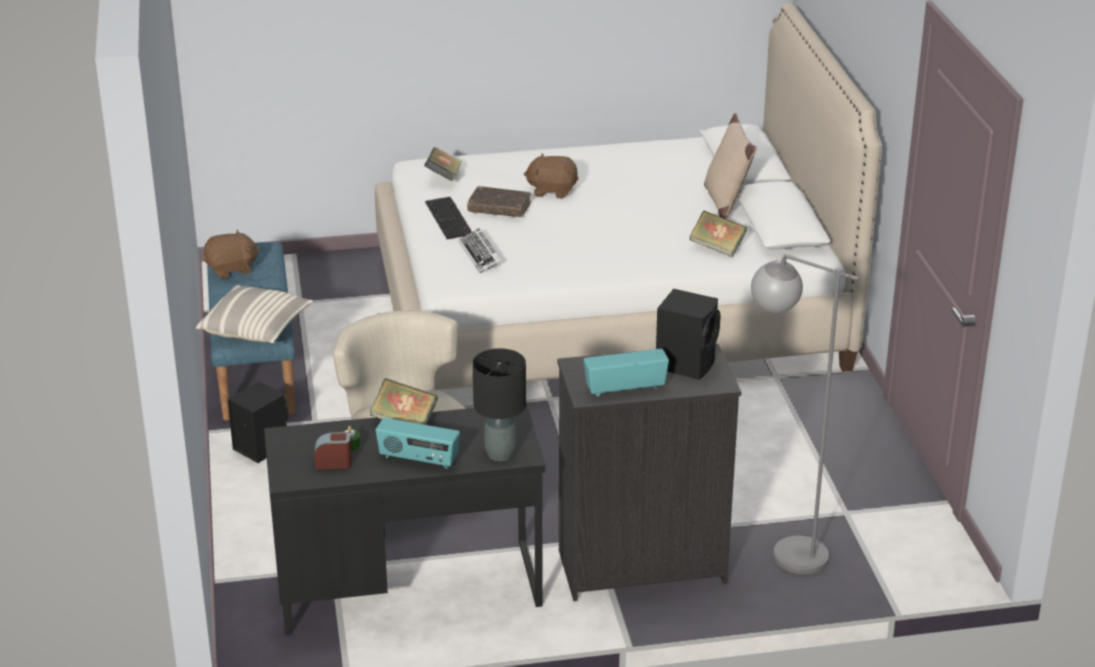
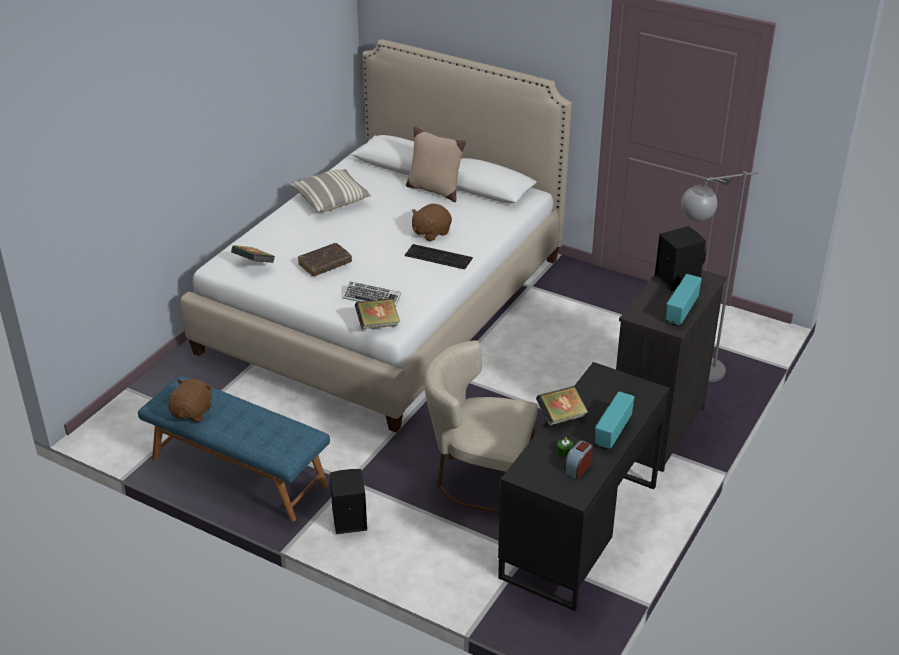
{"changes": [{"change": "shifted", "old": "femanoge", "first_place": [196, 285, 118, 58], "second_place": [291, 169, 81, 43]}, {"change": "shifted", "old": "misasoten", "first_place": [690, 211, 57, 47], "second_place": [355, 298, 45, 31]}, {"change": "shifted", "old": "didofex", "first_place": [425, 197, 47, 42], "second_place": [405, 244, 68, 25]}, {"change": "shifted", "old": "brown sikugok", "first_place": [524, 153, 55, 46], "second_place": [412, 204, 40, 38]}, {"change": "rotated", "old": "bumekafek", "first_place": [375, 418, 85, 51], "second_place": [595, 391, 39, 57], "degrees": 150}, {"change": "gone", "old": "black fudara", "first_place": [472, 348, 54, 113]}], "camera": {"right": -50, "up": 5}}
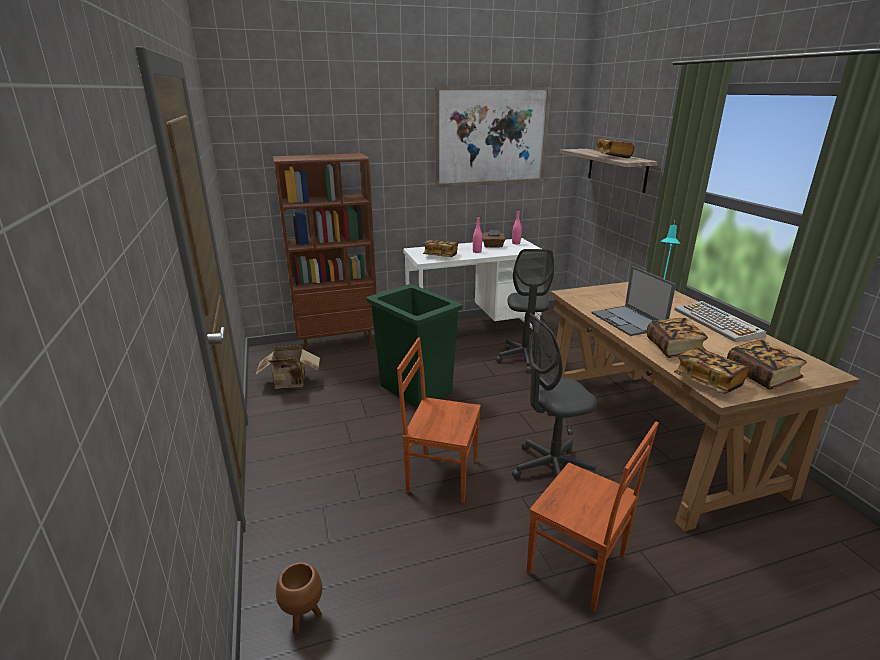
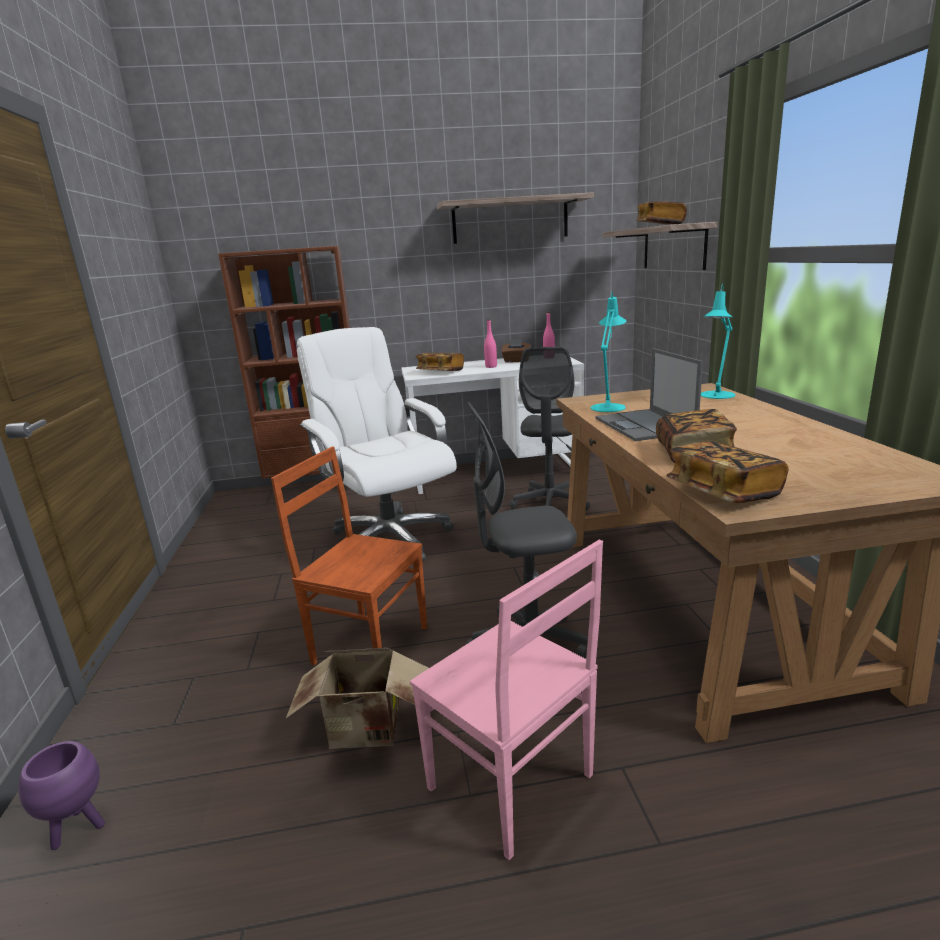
{"changes": [{"change": "repainted", "old": "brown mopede", "new": "purple mopede", "first_place": [276, 562, 46, 72], "second_place": [19, 741, 86, 109]}, {"change": "shifted", "old": "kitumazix", "first_place": [256, 345, 64, 44], "second_place": [286, 648, 143, 101]}, {"change": "swapped", "old": "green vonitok", "new": "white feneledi", "first_place": [366, 284, 96, 124], "second_place": [297, 327, 160, 234]}, {"change": "repainted", "old": "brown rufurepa", "new": "pink rufurepa", "first_place": [526, 422, 133, 190], "second_place": [410, 540, 193, 320]}, {"change": "swapped", "old": "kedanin", "new": "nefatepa", "first_place": [435, 86, 116, 101], "second_place": [437, 192, 157, 52]}, {"change": "new", "new": "turquoise fudara", "second_place": [591, 291, 35, 121]}, {"change": "gone", "old": "didofex", "first_place": [674, 301, 92, 41]}, {"change": "gone", "old": "misasoten", "first_place": [727, 340, 80, 50]}], "camera": {"right": 10, "up": -5}}
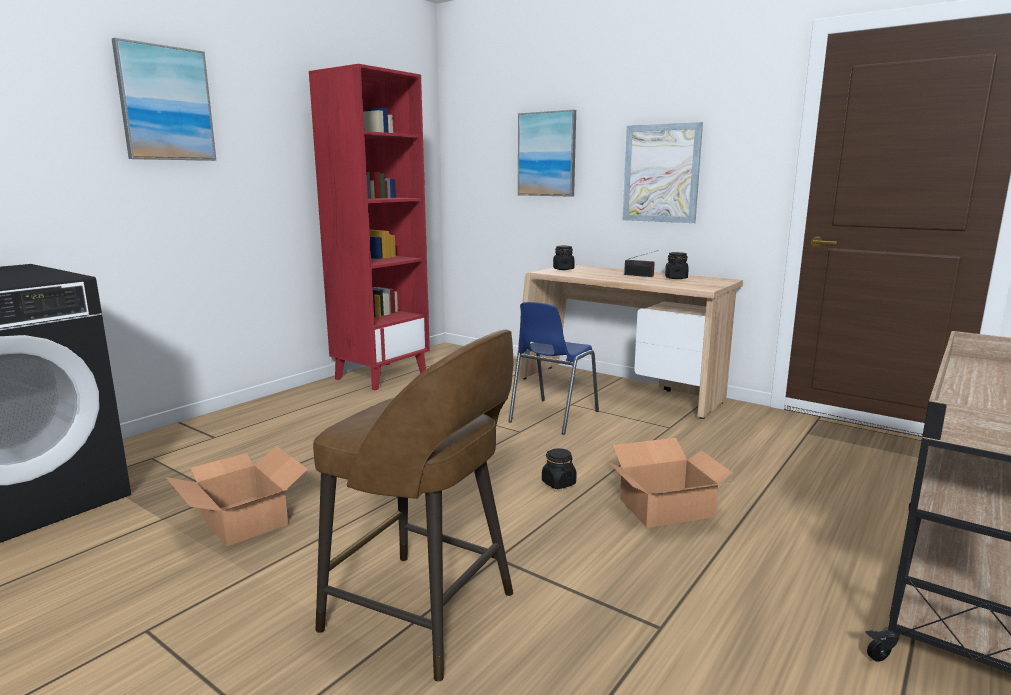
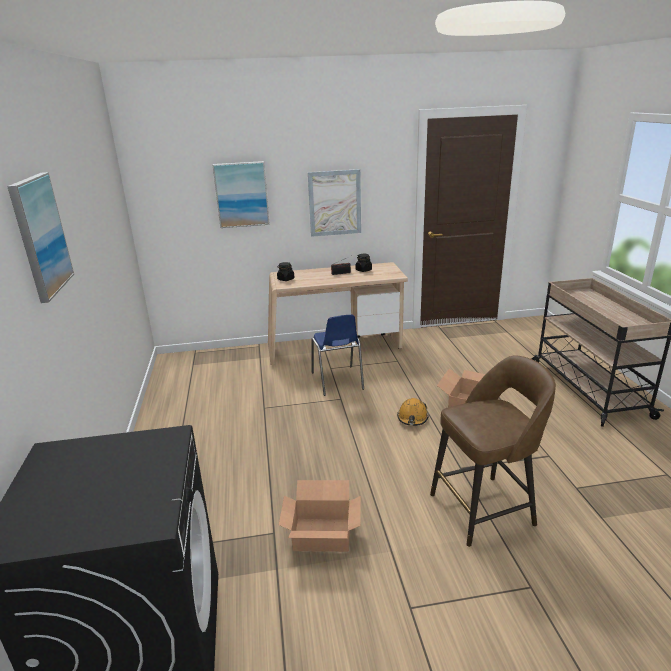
{"changes": [{"change": "swapped", "old": "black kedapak", "new": "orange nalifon", "first_place": [542, 448, 35, 41], "second_place": [397, 398, 32, 28]}, {"change": "gone", "old": "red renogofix", "first_place": [309, 64, 121, 326]}], "camera": {"right": -45, "up": 10}}
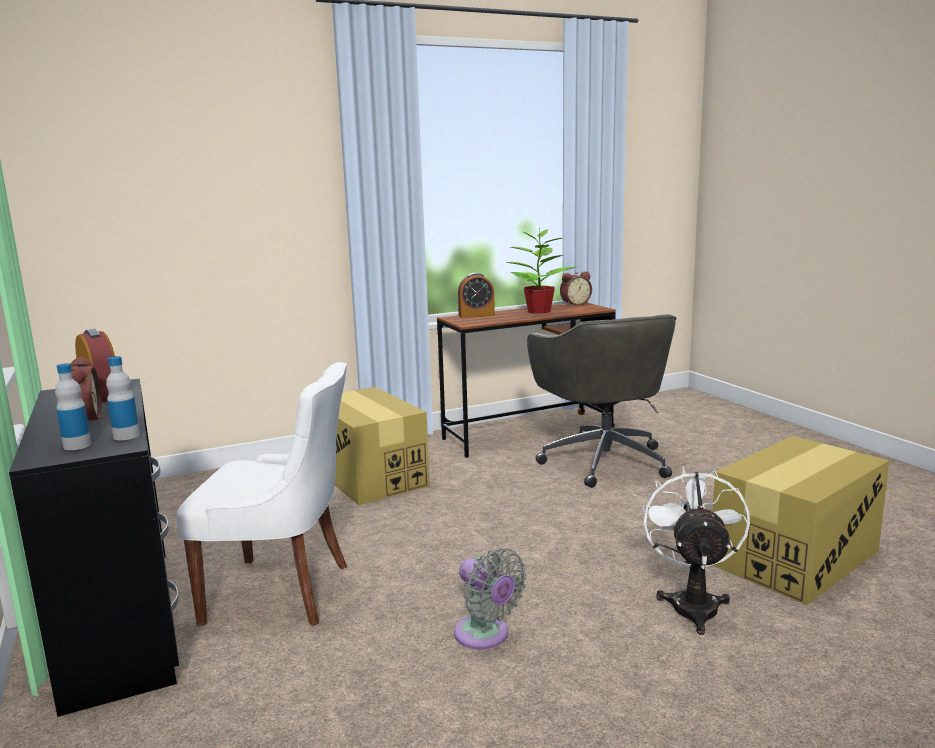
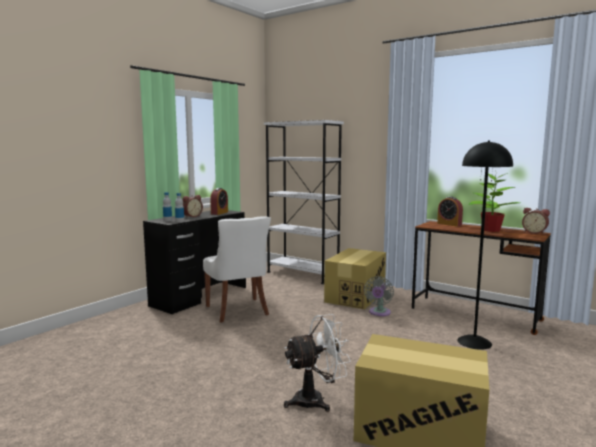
{"changes": [{"change": "new", "new": "white renogofix", "second_place": [264, 120, 80, 164]}, {"change": "shifted", "old": "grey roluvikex", "first_place": [454, 548, 73, 101], "second_place": [364, 276, 30, 40]}, {"change": "swapped", "old": "grey feneledi", "new": "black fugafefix", "first_place": [527, 314, 149, 174], "second_place": [457, 141, 56, 209]}], "camera": {"right": 60, "up": -5}}
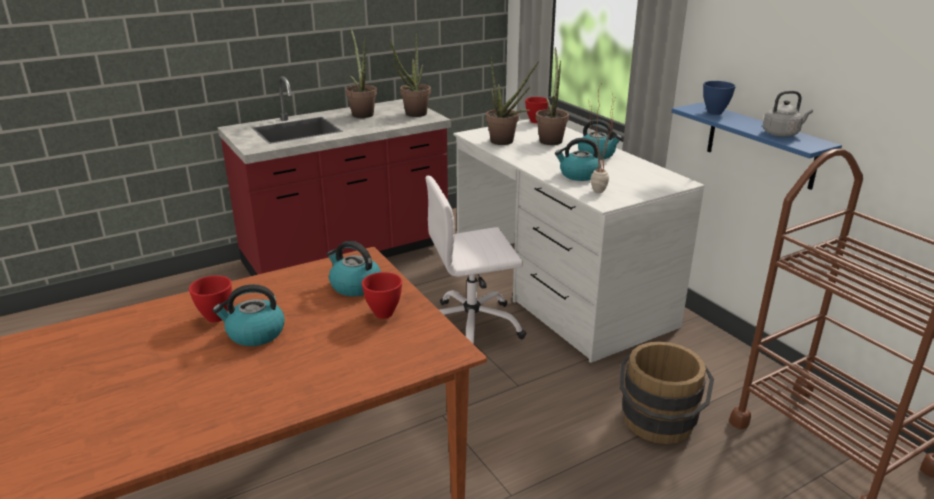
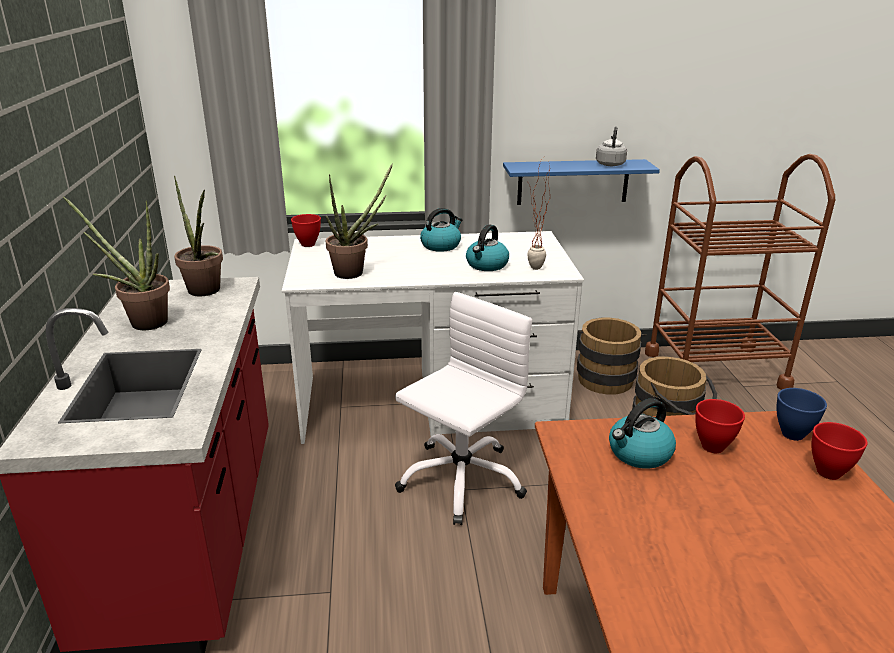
{"changes": [{"change": "rotated", "old": "white feneledi", "first_place": [425, 176, 102, 168], "second_place": [395, 292, 137, 233], "degrees": -150}, {"change": "new", "new": "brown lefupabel", "second_place": [577, 317, 69, 78]}, {"change": "shifted", "old": "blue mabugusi", "first_place": [703, 81, 33, 34], "second_place": [777, 388, 50, 53]}, {"change": "shifted", "old": "red mabugusi", "first_place": [189, 275, 43, 47], "second_place": [812, 422, 56, 58]}, {"change": "gone", "old": "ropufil", "first_place": [213, 284, 72, 62]}, {"change": "gone", "old": "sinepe", "first_place": [536, 47, 33, 98]}], "camera": {"right": -65, "up": 0}}
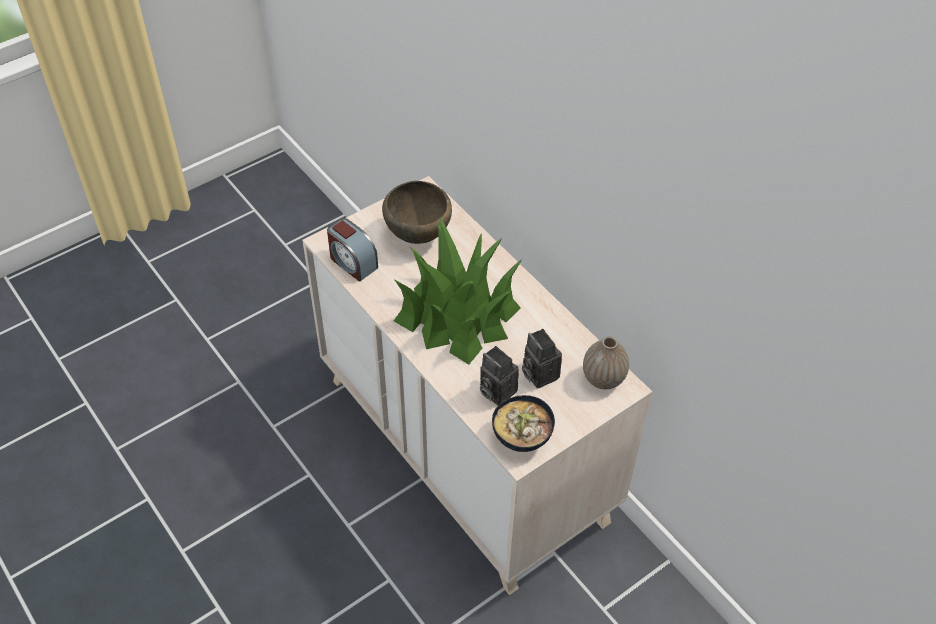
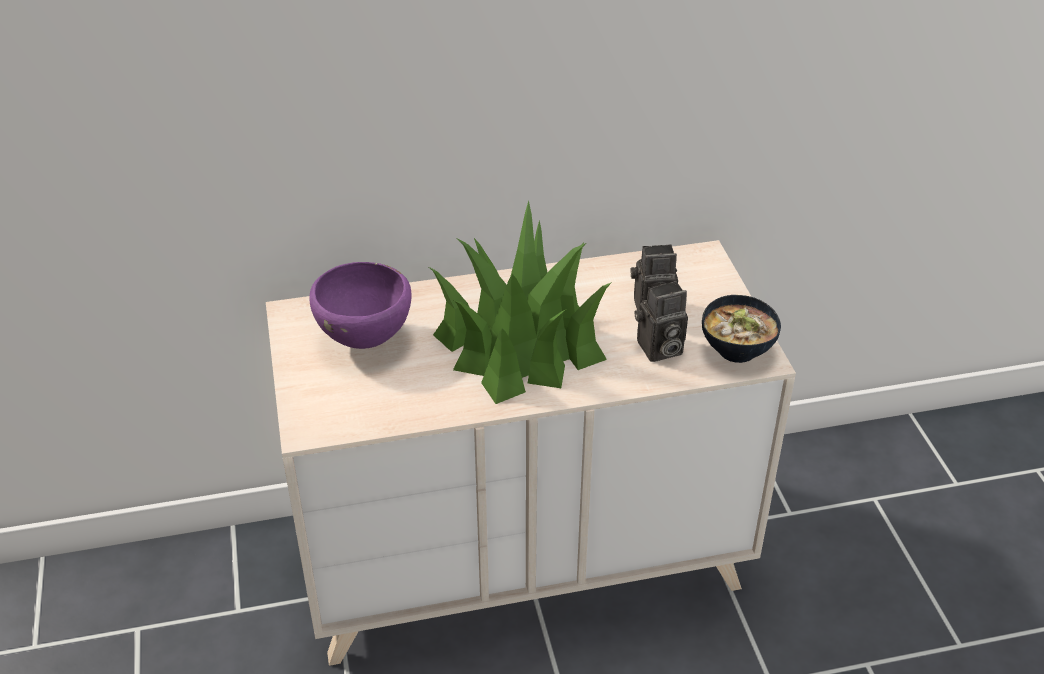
{"changes": [{"change": "repainted", "old": "brown mabugusi", "new": "purple mabugusi", "first_place": [382, 181, 70, 63], "second_place": [309, 262, 103, 87]}, {"change": "gone", "old": "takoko", "first_place": [327, 218, 51, 64]}, {"change": "gone", "old": "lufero", "first_place": [583, 336, 46, 53]}], "camera": {"right": -65, "up": -10}}
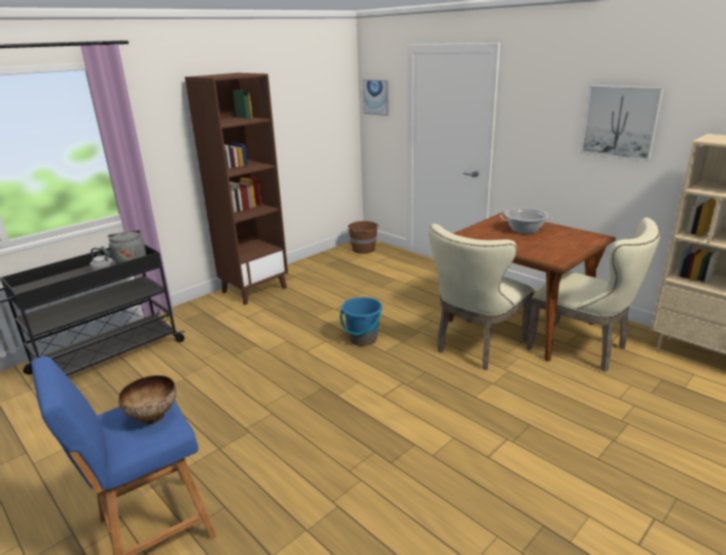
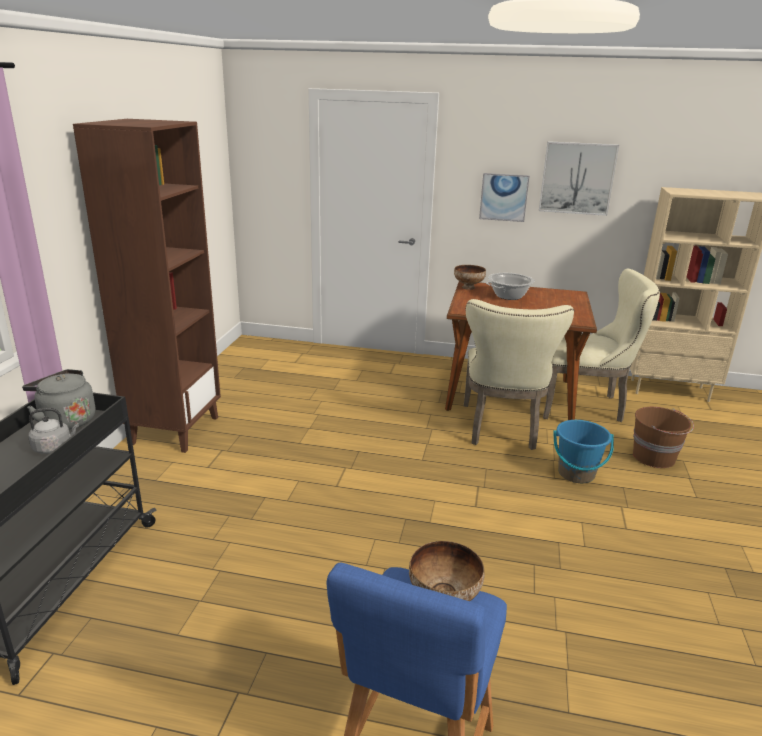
{"changes": [{"change": "new", "new": "mabugusi", "second_place": [454, 265, 32, 25]}, {"change": "shifted", "old": "kedanin", "first_place": [363, 79, 26, 37], "second_place": [479, 173, 51, 49]}, {"change": "shifted", "old": "blue lefupabel", "first_place": [340, 297, 43, 49], "second_place": [554, 420, 60, 63]}, {"change": "shifted", "old": "brown lefupabel", "first_place": [348, 221, 31, 33], "second_place": [633, 407, 61, 61]}], "camera": {"right": -35, "up": 0}}
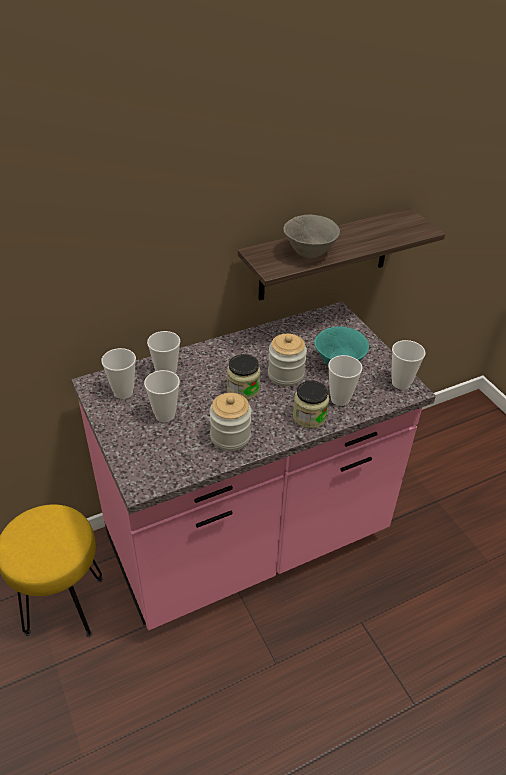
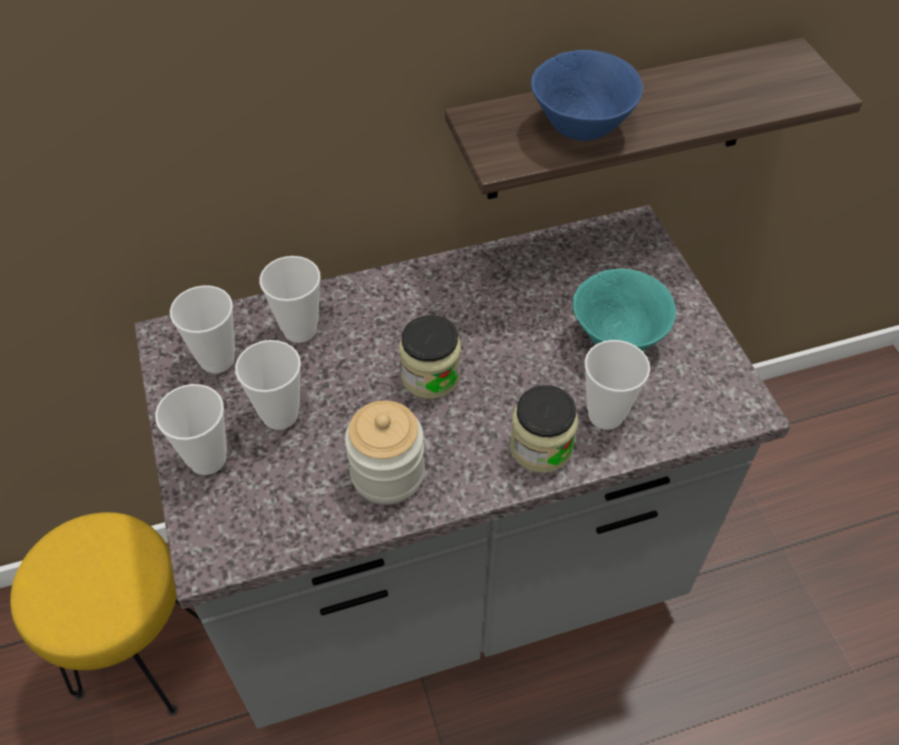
{"changes": [{"change": "repainted", "old": "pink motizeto", "new": "grey motizeto", "first_place": [72, 301, 364, 330], "second_place": [134, 205, 657, 523]}, {"change": "shifted", "old": "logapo", "first_place": [391, 340, 34, 50], "second_place": [155, 384, 72, 91]}, {"change": "repainted", "old": "grey mabugusi", "new": "blue mabugusi", "first_place": [283, 215, 57, 43], "second_place": [531, 50, 112, 91]}, {"change": "gone", "old": "kedapak", "first_place": [268, 334, 39, 53]}], "camera": {"right": 10, "up": 10}}
